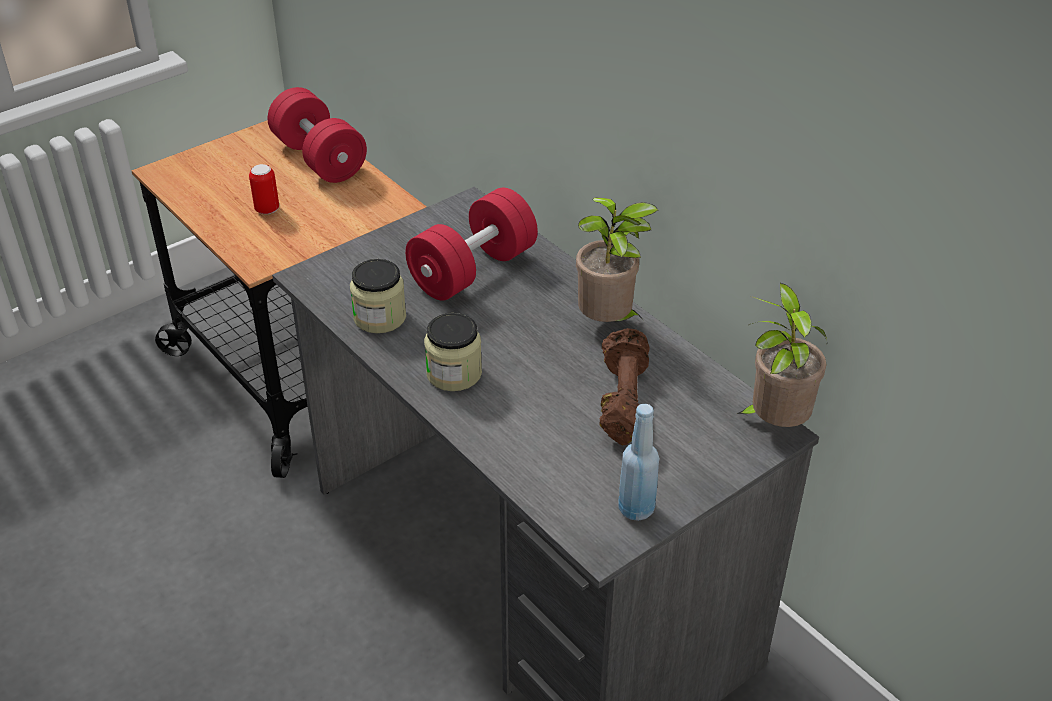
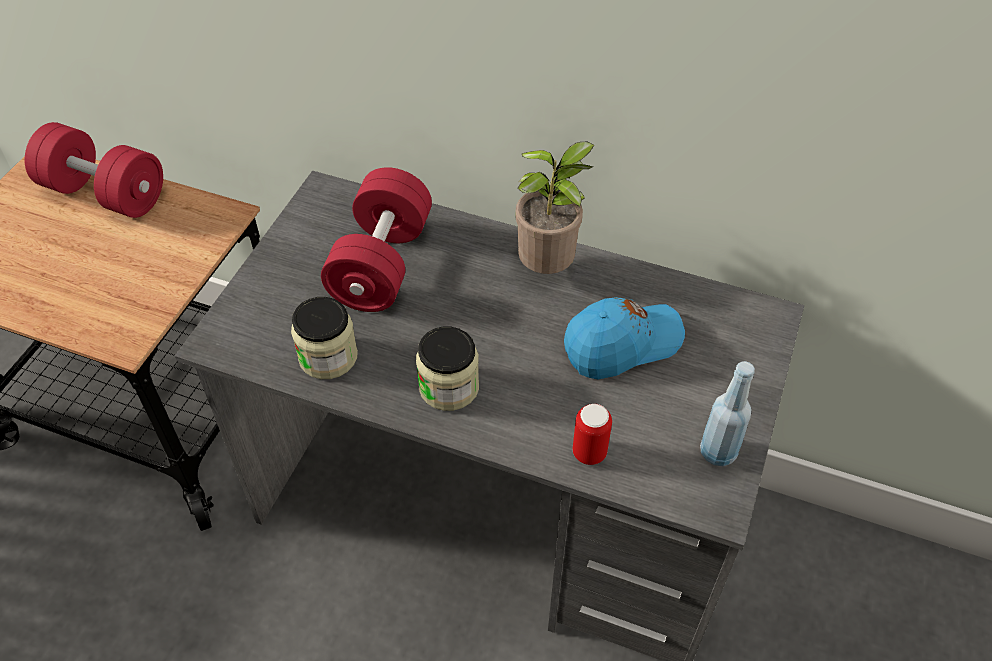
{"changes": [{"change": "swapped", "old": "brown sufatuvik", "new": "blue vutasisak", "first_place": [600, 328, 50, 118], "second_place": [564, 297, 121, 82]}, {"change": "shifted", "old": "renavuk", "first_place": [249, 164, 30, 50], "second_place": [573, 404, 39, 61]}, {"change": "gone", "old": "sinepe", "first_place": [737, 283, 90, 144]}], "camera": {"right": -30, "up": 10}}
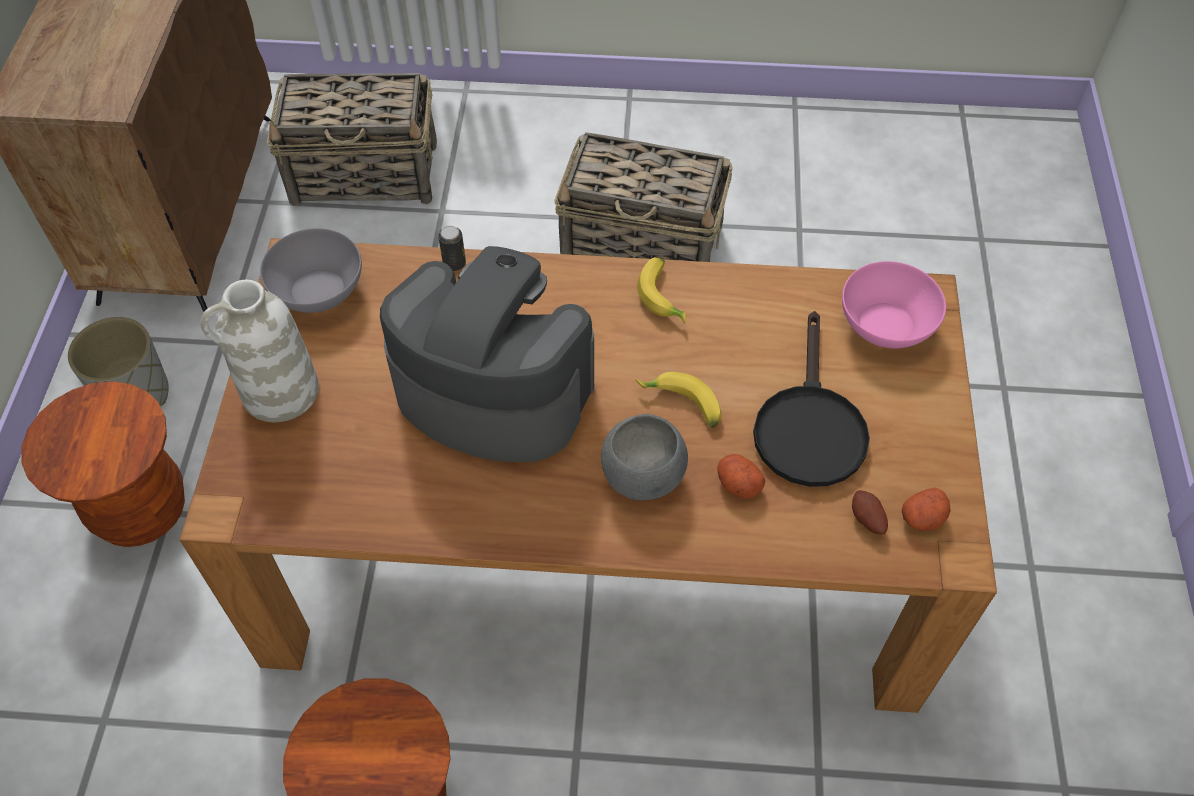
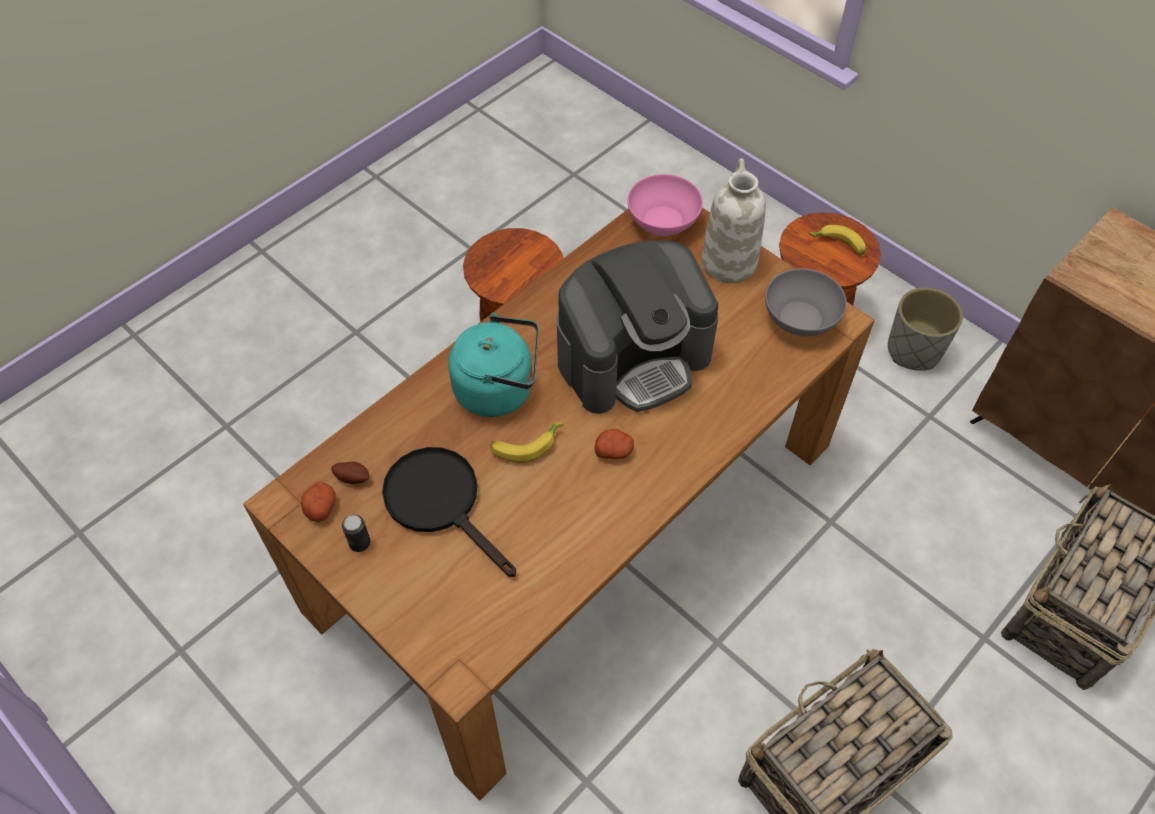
{"changes": [{"change": "shifted", "old": "renavuk", "first_place": [438, 226, 28, 45], "second_place": [342, 514, 29, 38]}, {"change": "swapped", "old": "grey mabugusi", "new": "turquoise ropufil", "first_place": [601, 414, 87, 86], "second_place": [448, 313, 91, 104]}, {"change": "shifted", "old": "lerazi", "first_place": [717, 454, 48, 45], "second_place": [595, 429, 39, 31]}, {"change": "shifted", "old": "pink mabugusi", "first_place": [842, 261, 104, 87], "second_place": [627, 174, 76, 62]}, {"change": "shifted", "old": "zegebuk", "first_place": [637, 257, 49, 66], "second_place": [808, 225, 58, 31]}], "camera": {"right": 130, "up": 0}}
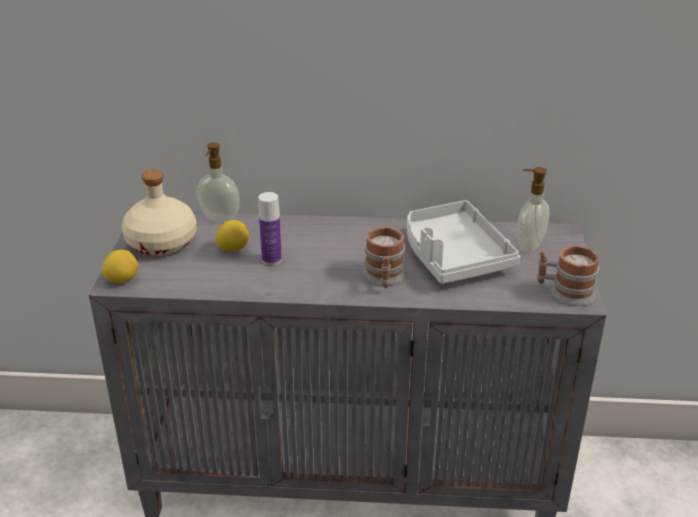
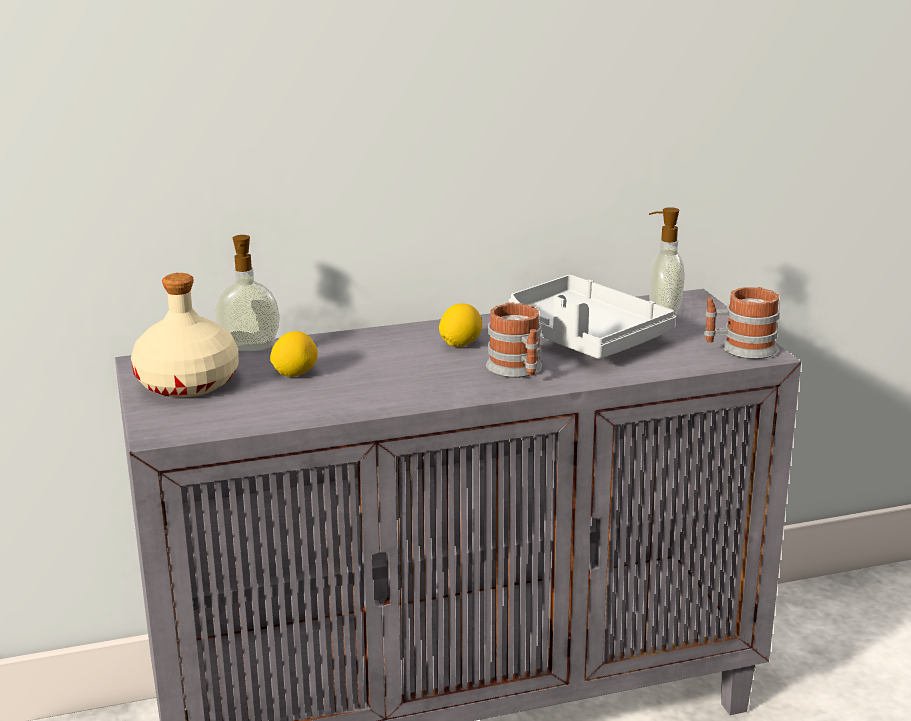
{"changes": [{"change": "shifted", "old": "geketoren", "first_place": [102, 249, 36, 34], "second_place": [439, 303, 43, 44]}, {"change": "gone", "old": "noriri", "first_place": [258, 192, 24, 73]}], "camera": {"right": -20, "up": -10}}
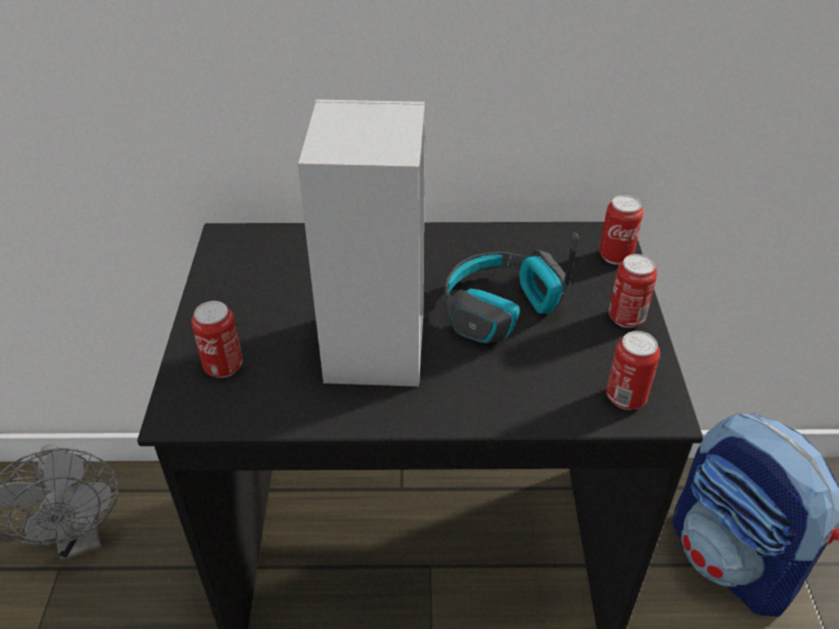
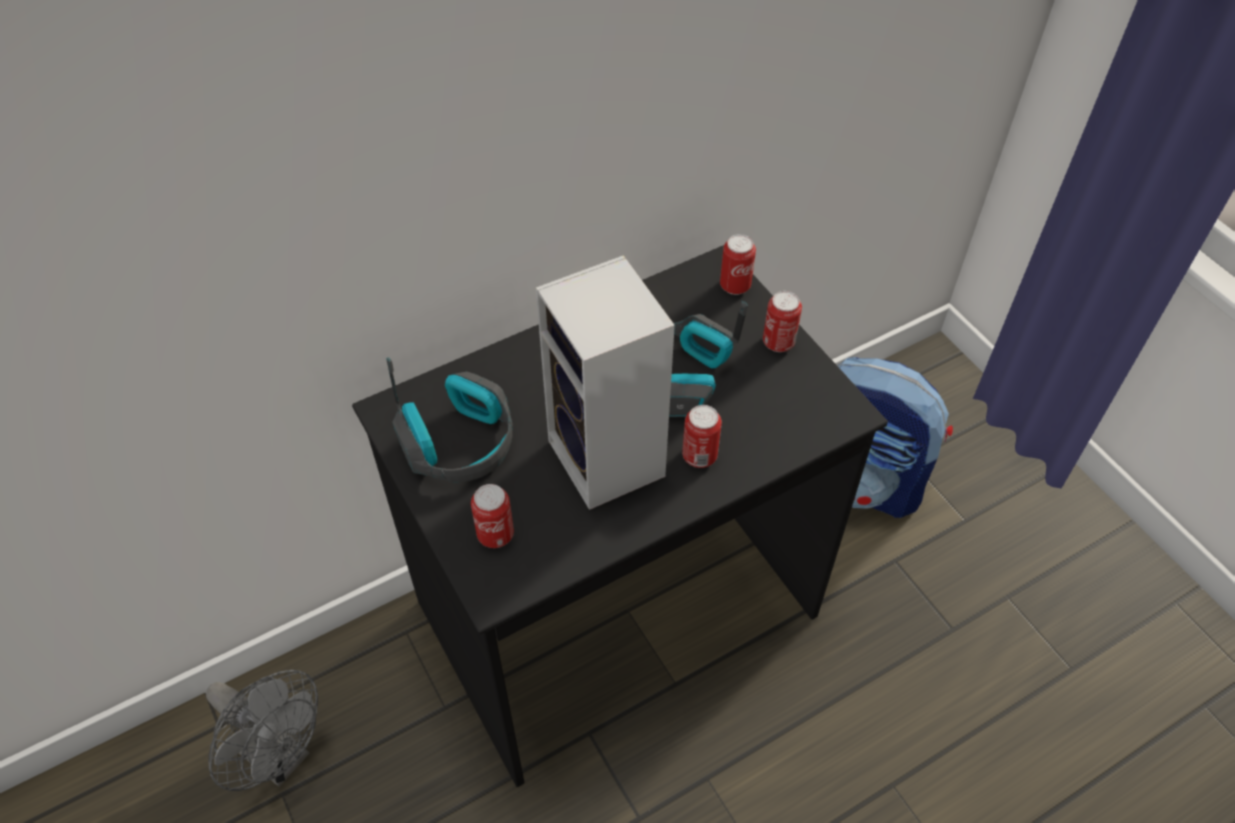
{"changes": [{"change": "new", "new": "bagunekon", "second_place": [387, 358, 126, 124]}, {"change": "shifted", "old": "renavuk", "first_place": [606, 331, 54, 79], "second_place": [682, 405, 40, 63]}], "camera": {"right": -30, "up": 10}}
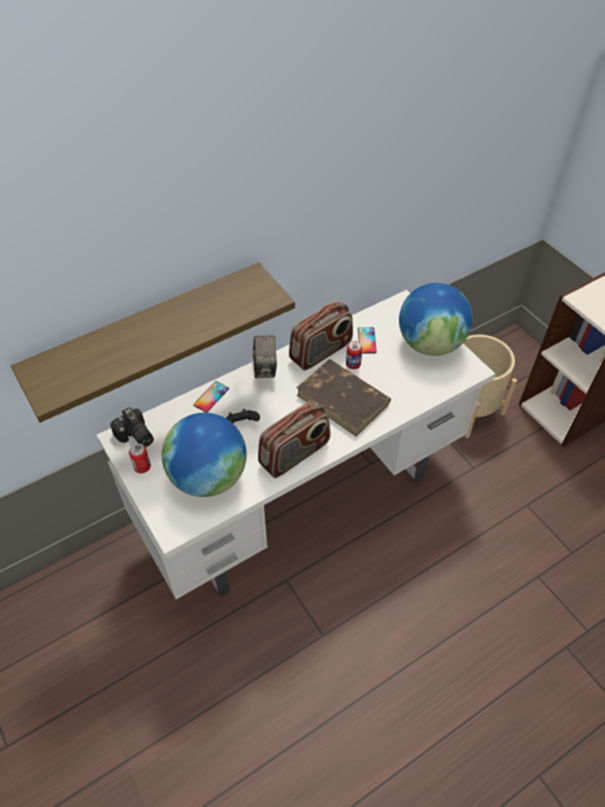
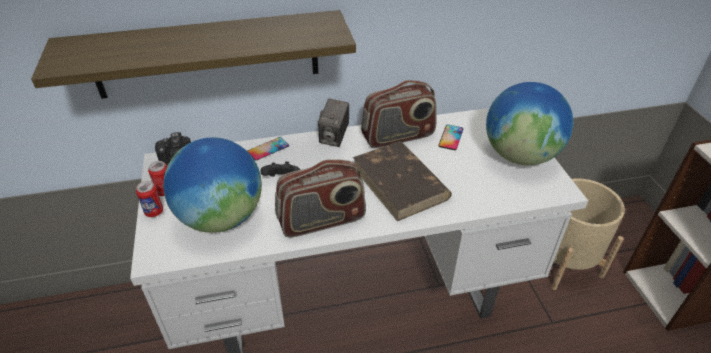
{"changes": [{"change": "shifted", "old": "renavuk", "first_place": [346, 341, 16, 28], "second_place": [136, 181, 27, 36]}], "camera": {"right": 20, "up": -10}}
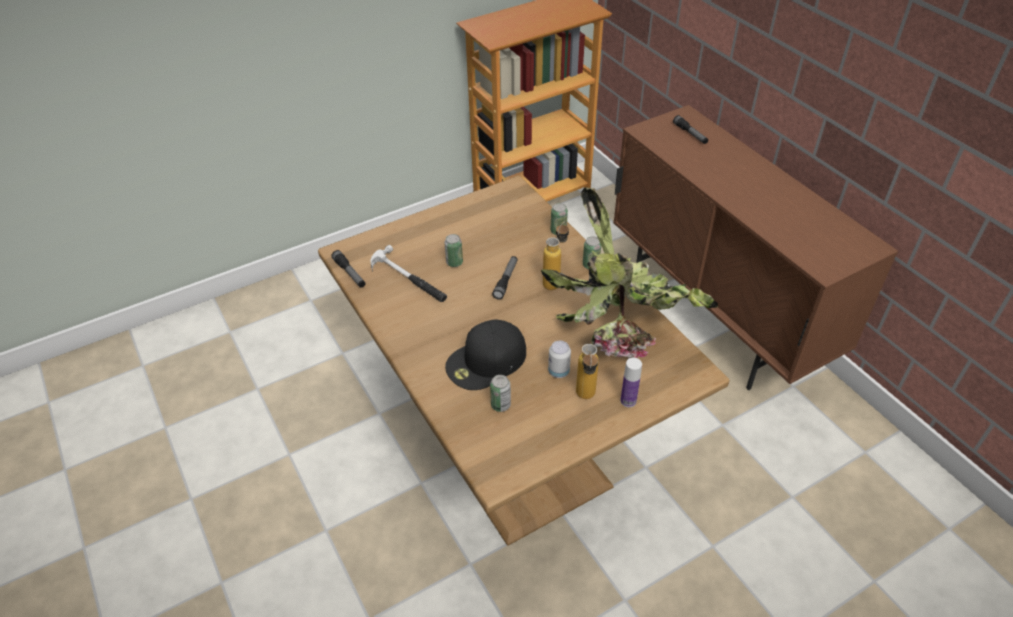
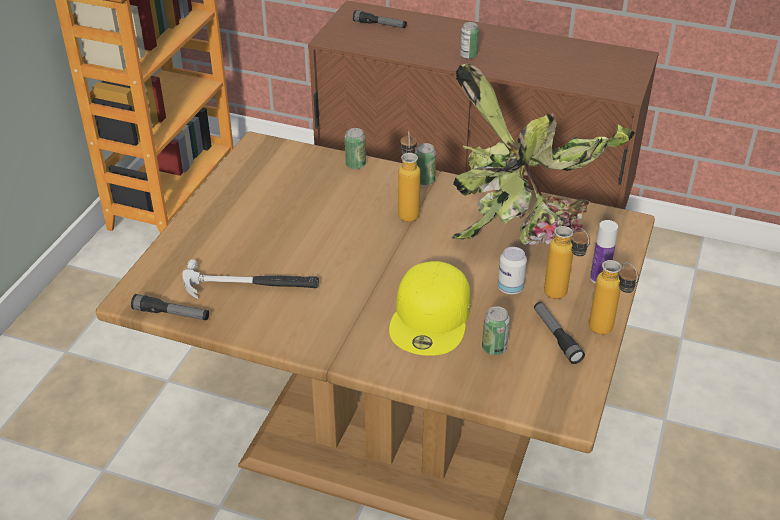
{"changes": [{"change": "repainted", "old": "black vutasisak", "new": "yellow vutasisak", "first_place": [445, 319, 81, 71], "second_place": [389, 261, 82, 95]}, {"change": "shifted", "old": "renavuk", "first_place": [444, 234, 19, 33], "second_place": [460, 22, 19, 37]}, {"change": "shifted", "old": "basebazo", "first_place": [492, 256, 26, 44], "second_place": [534, 302, 51, 62]}, {"change": "new", "new": "noriri", "second_place": [589, 260, 50, 75]}], "camera": {"right": -40, "up": -5}}
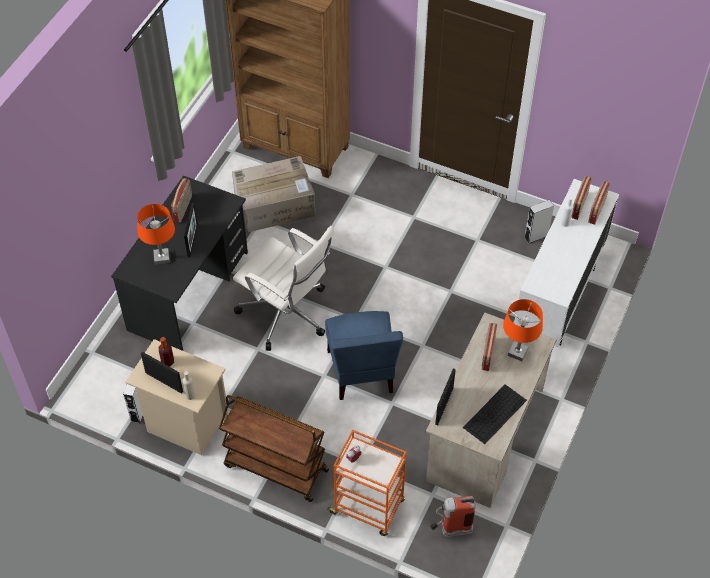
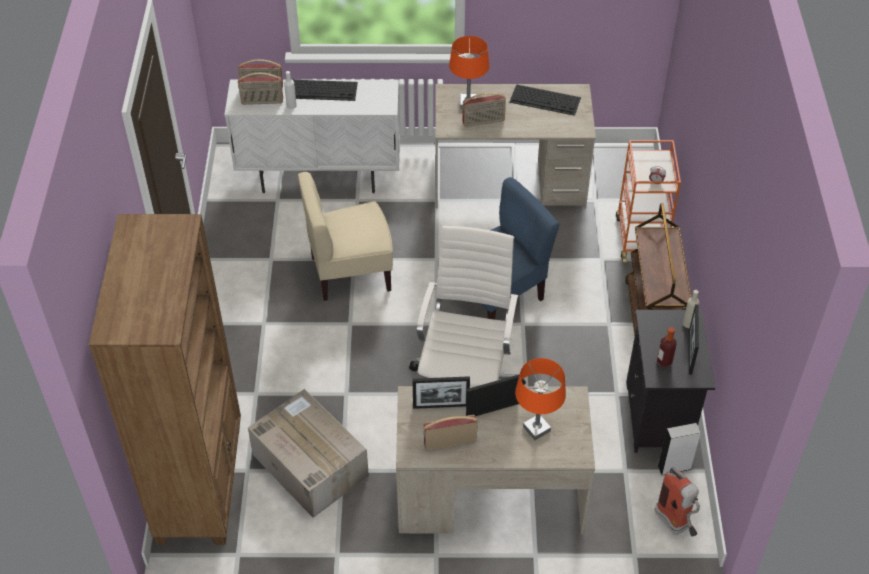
{"changes": [{"change": "new", "new": "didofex", "second_place": [293, 80, 65, 21]}, {"change": "new", "new": "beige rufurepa", "second_place": [298, 172, 95, 129]}, {"change": "repainted", "old": "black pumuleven", "new": "beige pumuleven", "first_place": [111, 175, 137, 176], "second_place": [396, 386, 199, 148]}, {"change": "shifted", "old": "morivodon", "first_place": [435, 368, 21, 57], "second_place": [412, 376, 58, 33]}, {"change": "repainted", "old": "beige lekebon", "new": "black lekebon", "first_place": [125, 339, 104, 116], "second_place": [626, 310, 89, 143]}, {"change": "shifted", "old": "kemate", "first_place": [430, 496, 46, 41], "second_place": [654, 466, 46, 70]}, {"change": "gone", "old": "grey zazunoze", "first_place": [524, 200, 30, 44]}], "camera": {"right": -115, "up": -5}}
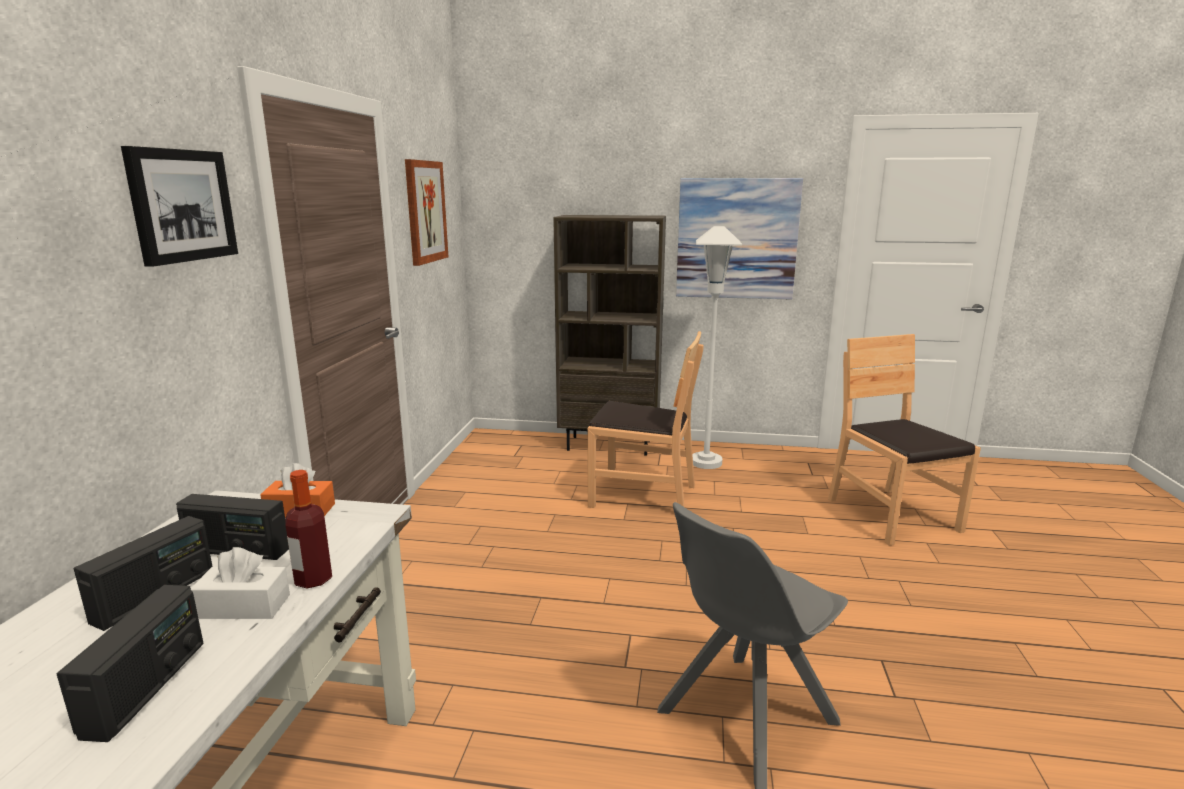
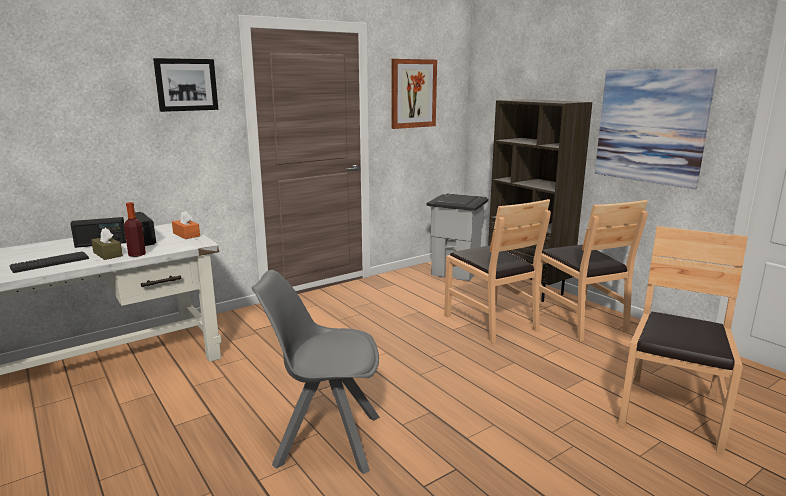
{"changes": [{"change": "swapped", "old": "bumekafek", "new": "didofex", "first_place": [56, 585, 148, 157], "second_place": [10, 251, 79, 22]}, {"change": "repainted", "old": "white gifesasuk", "new": "brown gifesasuk", "first_place": [191, 547, 99, 72], "second_place": [91, 228, 32, 32]}, {"change": "new", "new": "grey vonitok", "second_place": [426, 193, 62, 88]}, {"change": "swapped", "old": "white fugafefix", "new": "brown rufurepa", "first_place": [692, 226, 50, 243], "second_place": [532, 200, 116, 141]}], "camera": {"right": 45, "up": 0}}
